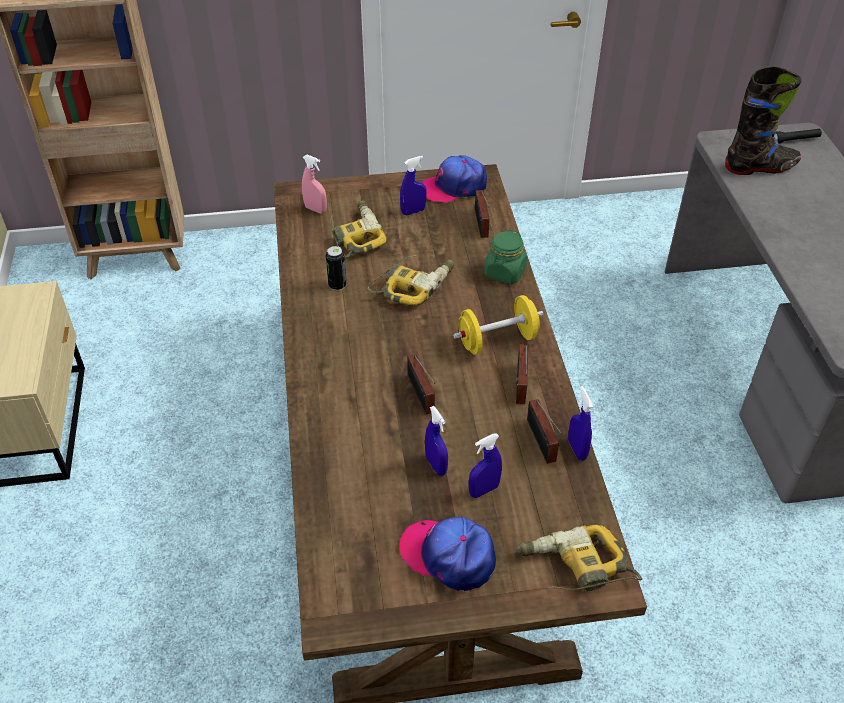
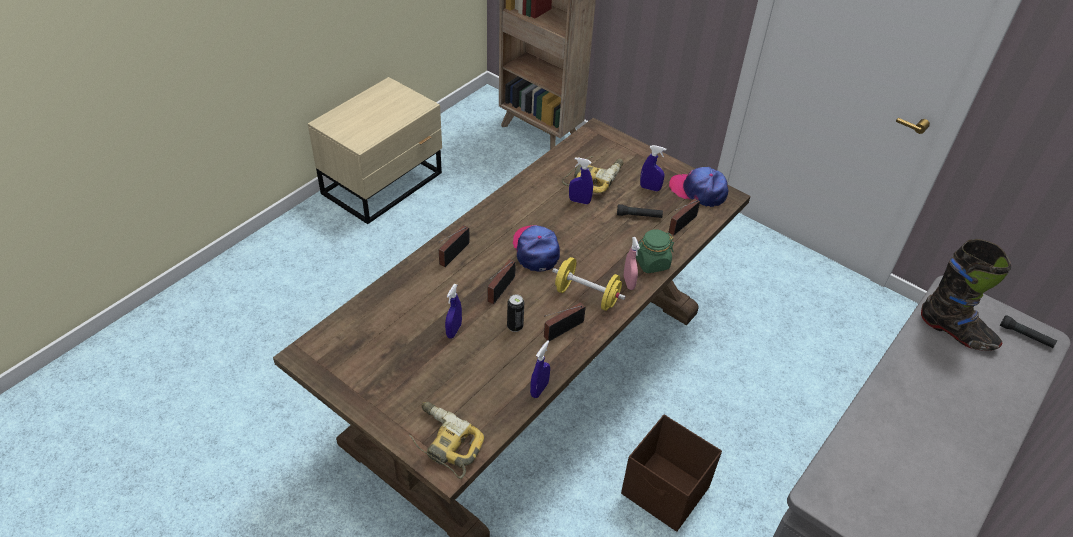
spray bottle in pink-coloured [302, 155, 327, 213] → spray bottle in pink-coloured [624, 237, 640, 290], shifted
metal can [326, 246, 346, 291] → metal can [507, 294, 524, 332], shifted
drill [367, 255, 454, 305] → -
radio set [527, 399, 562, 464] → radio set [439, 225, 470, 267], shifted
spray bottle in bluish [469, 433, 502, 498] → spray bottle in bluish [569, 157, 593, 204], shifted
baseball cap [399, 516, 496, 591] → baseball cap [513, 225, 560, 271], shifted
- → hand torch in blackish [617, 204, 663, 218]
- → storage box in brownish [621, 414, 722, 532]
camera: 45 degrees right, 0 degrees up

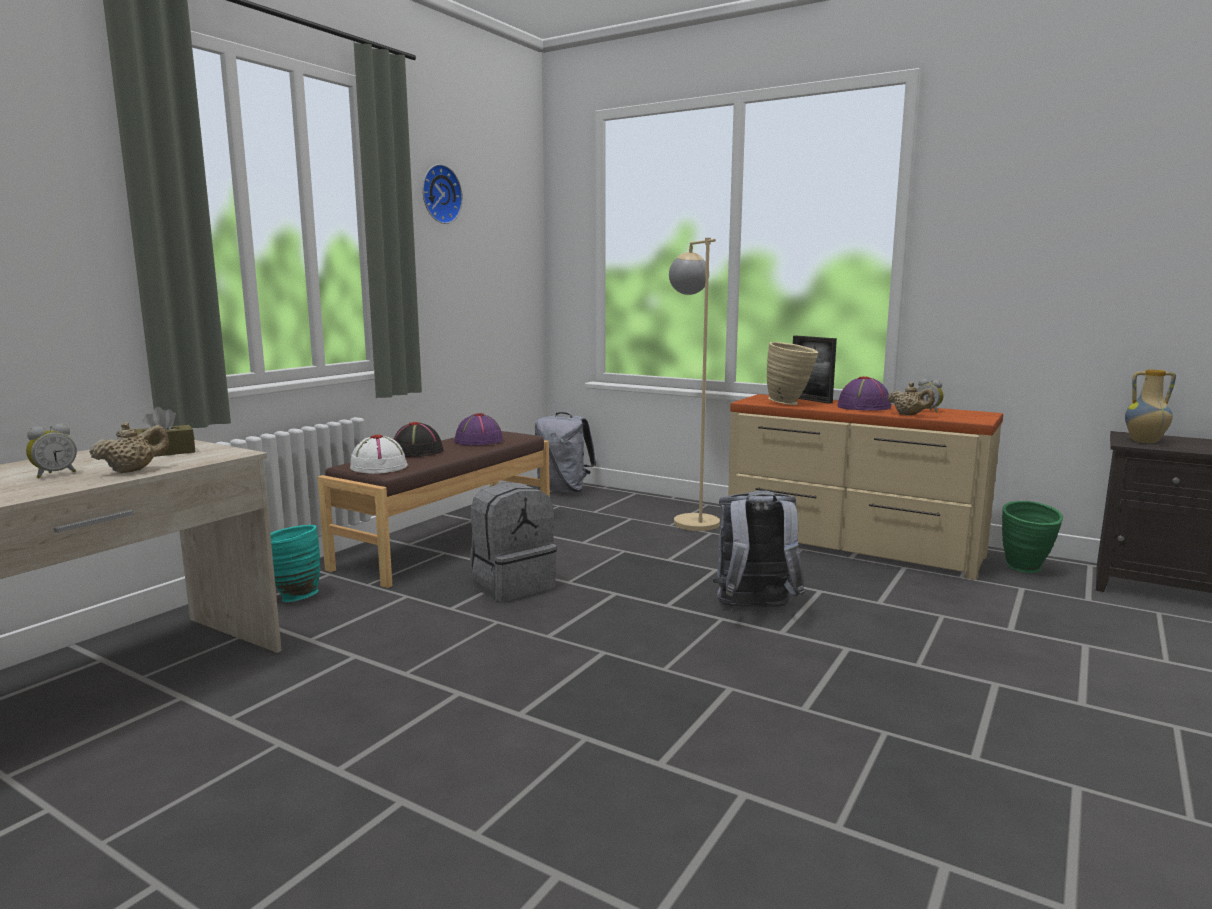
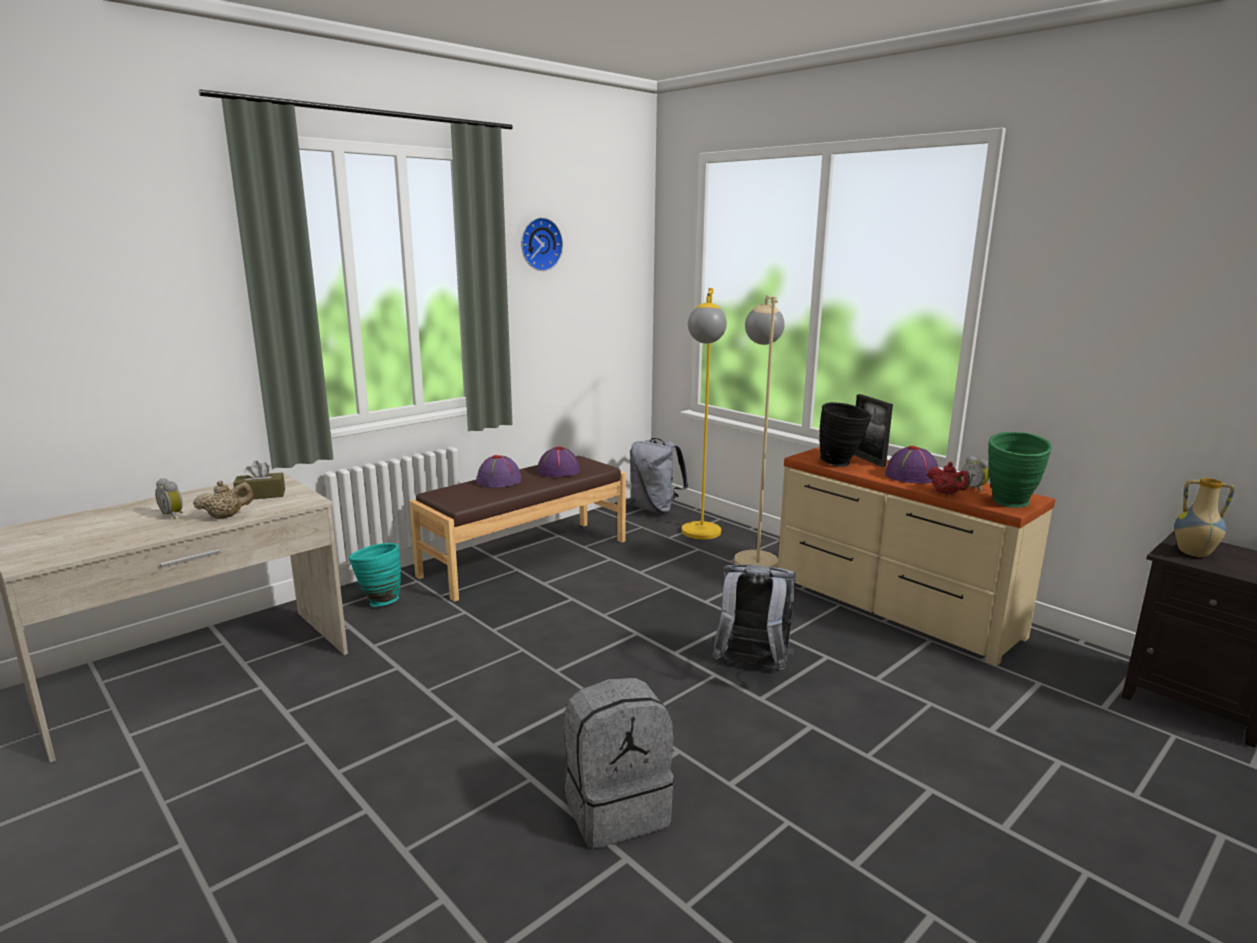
flower vase in beige [767, 342, 818, 405] → flower vase in blackish [819, 402, 872, 467]
teapot in beige [887, 382, 935, 415] → teapot in red-coloured [927, 462, 970, 495]
clothing hat in blackish [393, 422, 443, 457] → clothing hat in purple-coloured [477, 455, 522, 487]
table clock [26, 423, 77, 478] → table clock [155, 478, 183, 519], 75 degrees clockwise
clothing hat in white-coloured [350, 435, 408, 474] → -
backpack in gray [470, 483, 557, 602] → backpack in gray [564, 678, 674, 848], shifted
flower vase in greenish [1002, 501, 1063, 573] → flower vase in greenish [988, 432, 1052, 508], shifted
- → standard lamp in yellow-coloured [682, 288, 727, 539]
camera: 15 degrees right, 5 degrees up

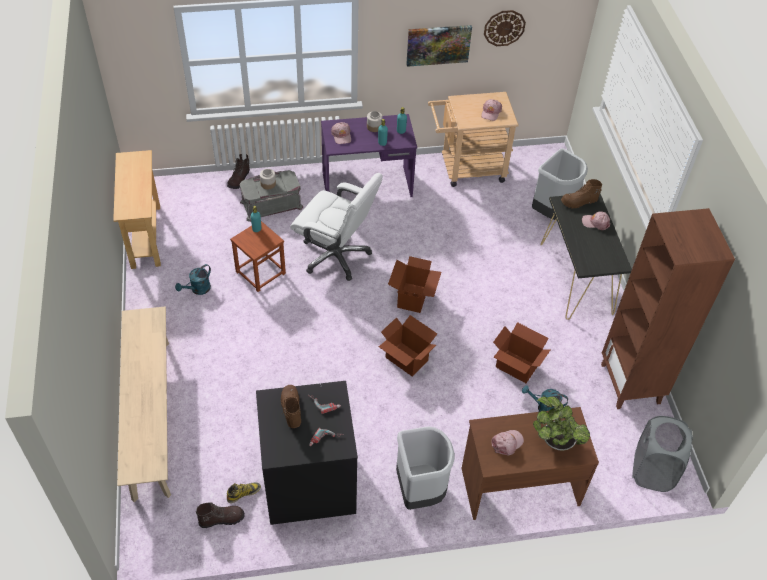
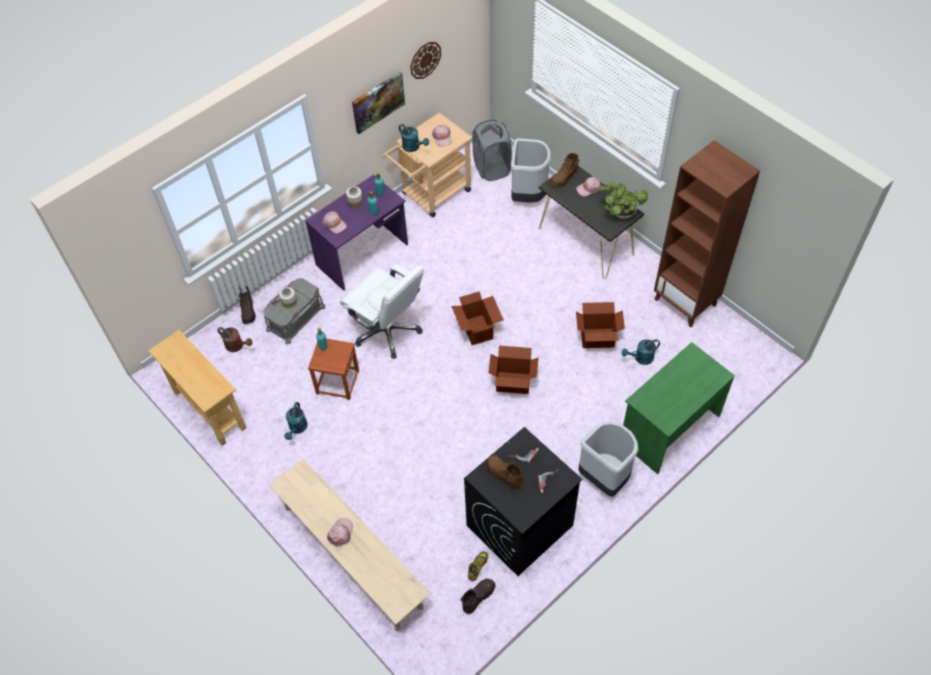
computer chair in white-coloured [290, 173, 383, 281] → computer chair in white-coloured [340, 264, 424, 359], 45 degrees clockwise
plant in a pot [533, 397, 590, 450] → plant in a pot [599, 182, 648, 219], shifted
desk table in brownish [461, 407, 599, 520] → desk table in greenish [623, 342, 735, 474]
washing basket in gray [632, 416, 693, 492] → washing basket in gray [472, 120, 512, 181], shifted
baseball cap in pink-coloured [492, 430, 524, 456] → baseball cap in pink-coloured [327, 518, 353, 547], shifted
- → watering pot in turquoise-coloured [399, 124, 429, 152]
- → watering pot in brownish [218, 327, 252, 352]
camera: 30 degrees left, 5 degrees up

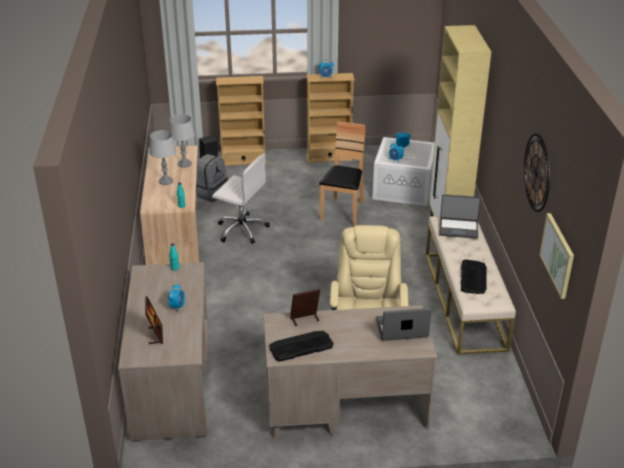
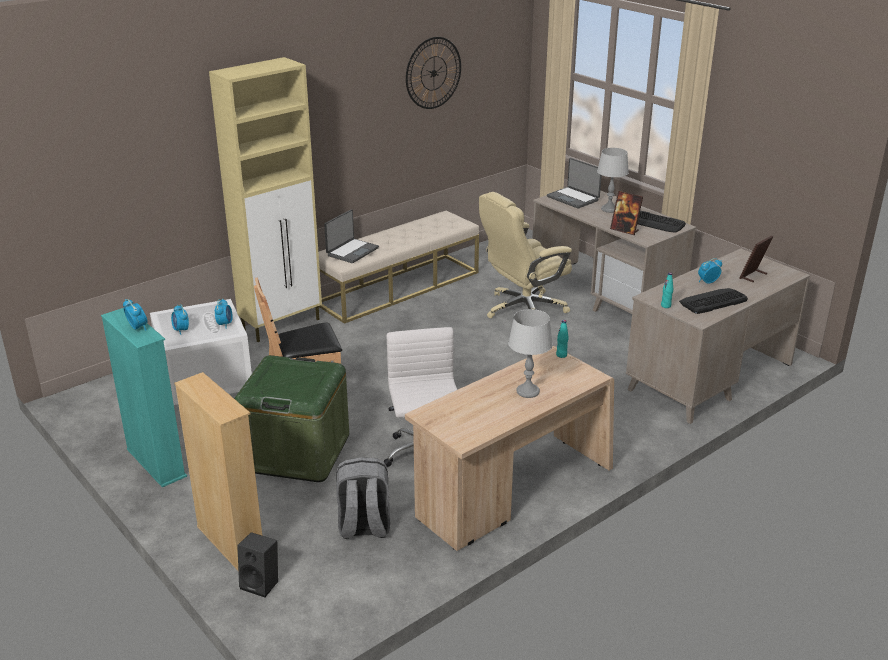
bookshelf in beige [306, 73, 355, 162] → bookshelf in turquoise-coloured [101, 308, 187, 487]
table lamp in gray [169, 114, 195, 168] → table lamp in gray [597, 148, 629, 213], shifted
notebook computer [439, 194, 481, 239] → notebook computer [324, 209, 379, 263], 60 degrees clockwise
wall picture [539, 213, 574, 299] → -
computer keyboard [460, 259, 487, 294] → computer keyboard [679, 288, 748, 314], shifted
- → storage box in greenish [235, 355, 349, 482]
camera: 125 degrees left, 5 degrees down

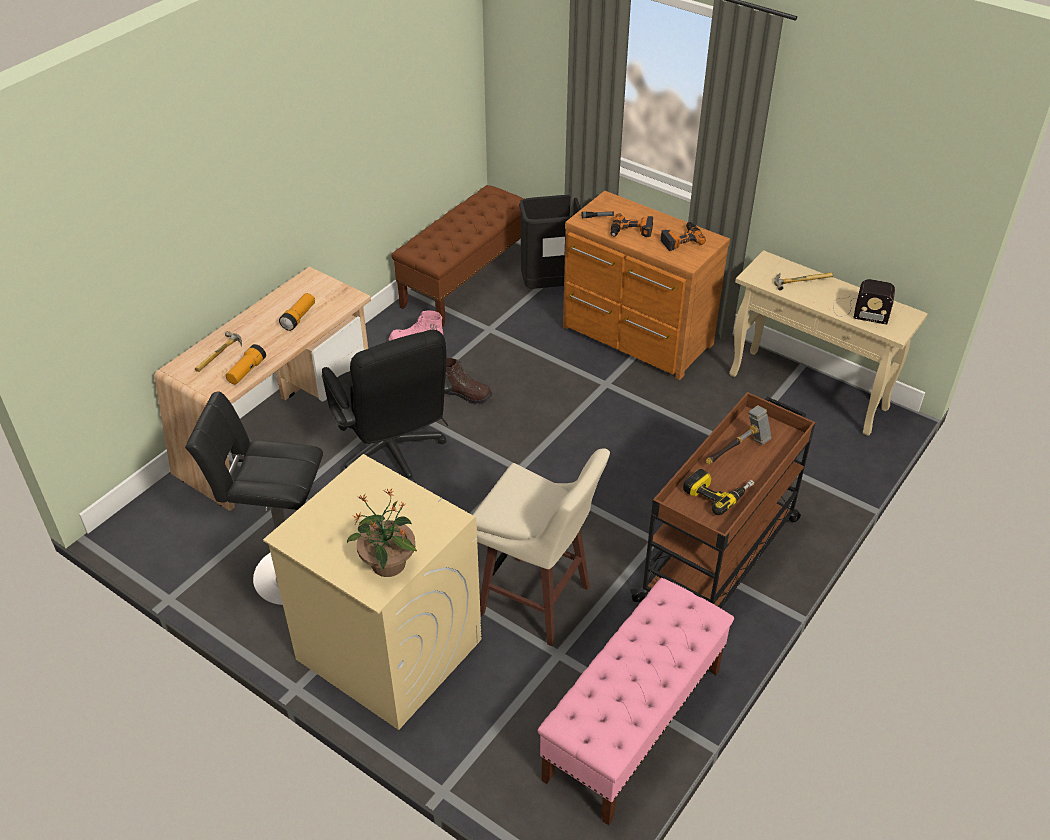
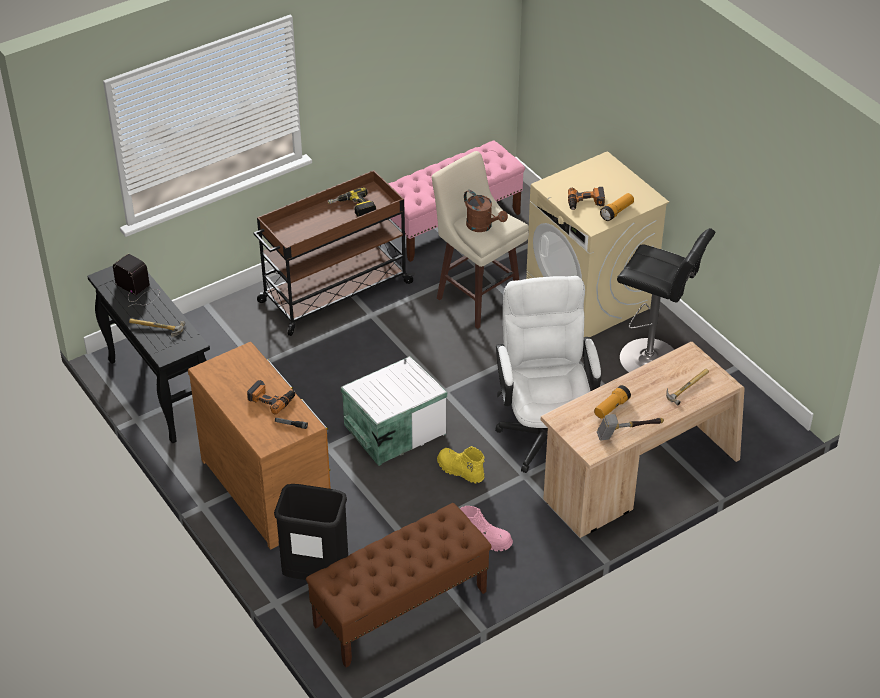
drill [661, 222, 706, 251] → drill [568, 187, 605, 210], shifted
console table in beige [729, 250, 928, 436] → console table in blackish [87, 266, 210, 443]
computer chair in blackish [322, 330, 452, 483] → computer chair in white-coloured [495, 276, 601, 473]
hand torch [226, 344, 266, 385] → hand torch [600, 193, 634, 221], shifted
tall boot in brownish [446, 358, 492, 405] → tall boot in yellow-coloured [437, 446, 485, 483]
hand hammer [706, 406, 772, 464] → hand hammer [597, 414, 664, 441], shifted
plant in a pot [347, 489, 417, 577] → -
- → watering pot in brownish [464, 190, 508, 232]
- → storage box in white-coloured [341, 356, 448, 466]
camera: 160 degrees left, 0 degrees up

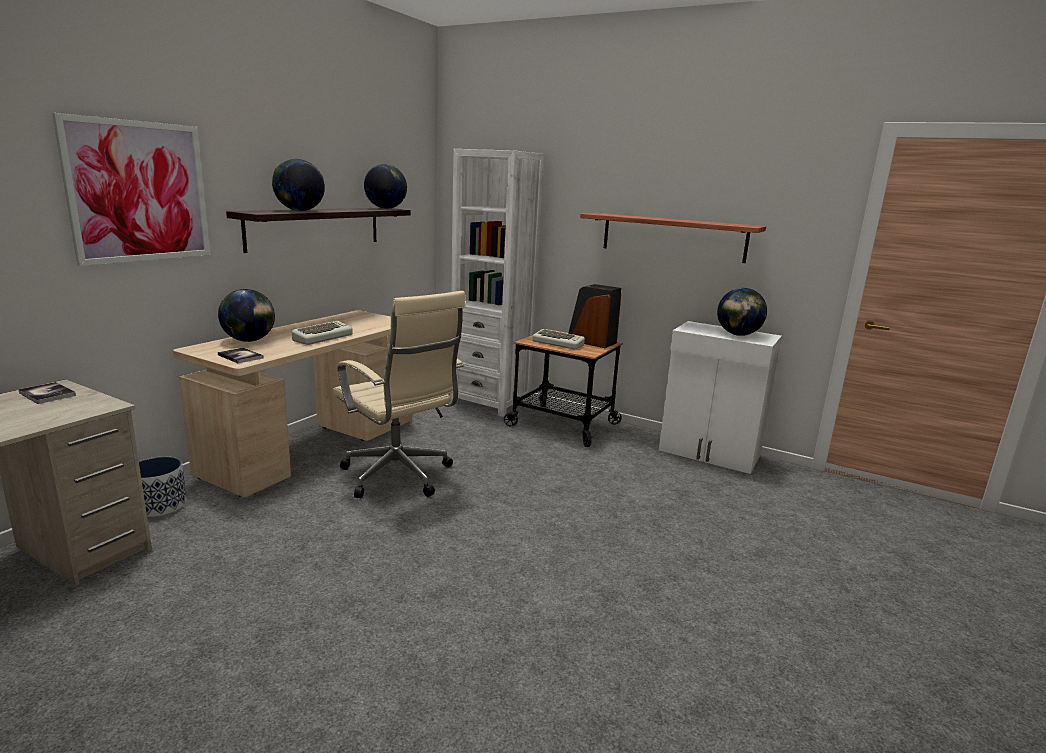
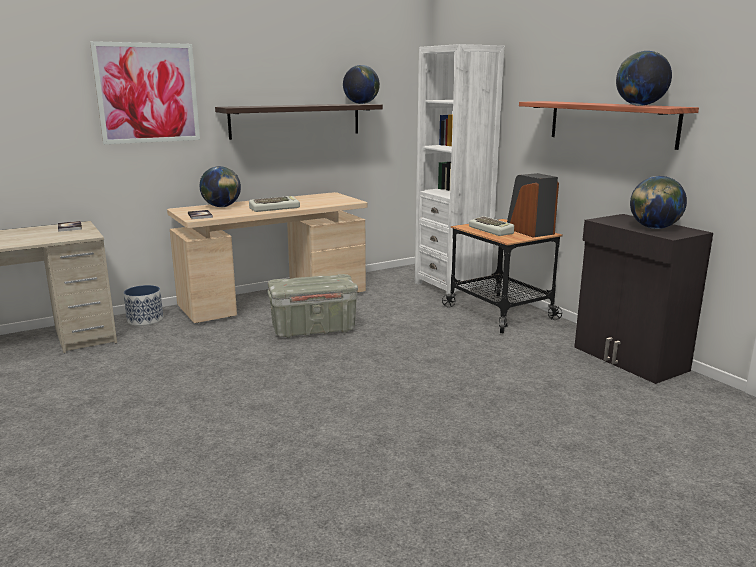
globe [272, 159, 325, 211] → globe [616, 51, 672, 106], shifted
computer chair in beige [333, 291, 466, 498] → storage box in gray [268, 274, 358, 338]
cabinet in white-coloured [659, 321, 782, 474] → cabinet in blackish [574, 214, 713, 384]
camera: 30 degrees right, 0 degrees up

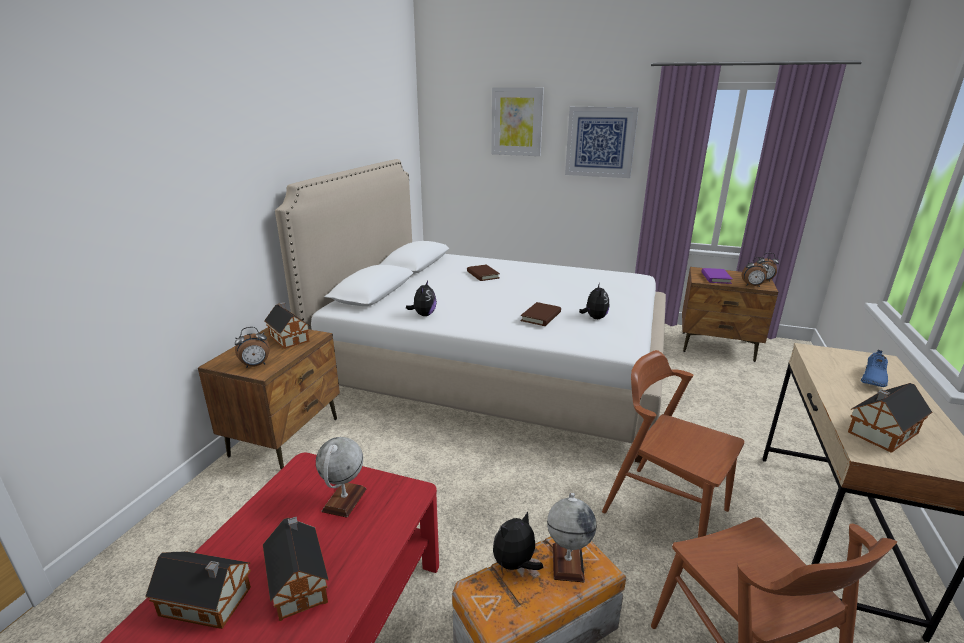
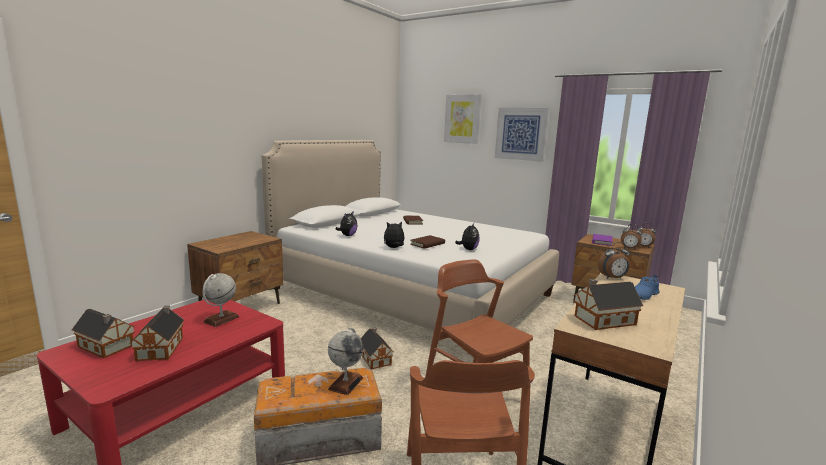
toy house [264, 302, 310, 349] → toy house [361, 327, 394, 370], shifted
table clock [235, 327, 270, 368] → table clock [598, 242, 630, 279], shifted
soft toy [493, 511, 543, 571] → soft toy [384, 221, 404, 248], shifted
camera: 15 degrees right, 10 degrees down

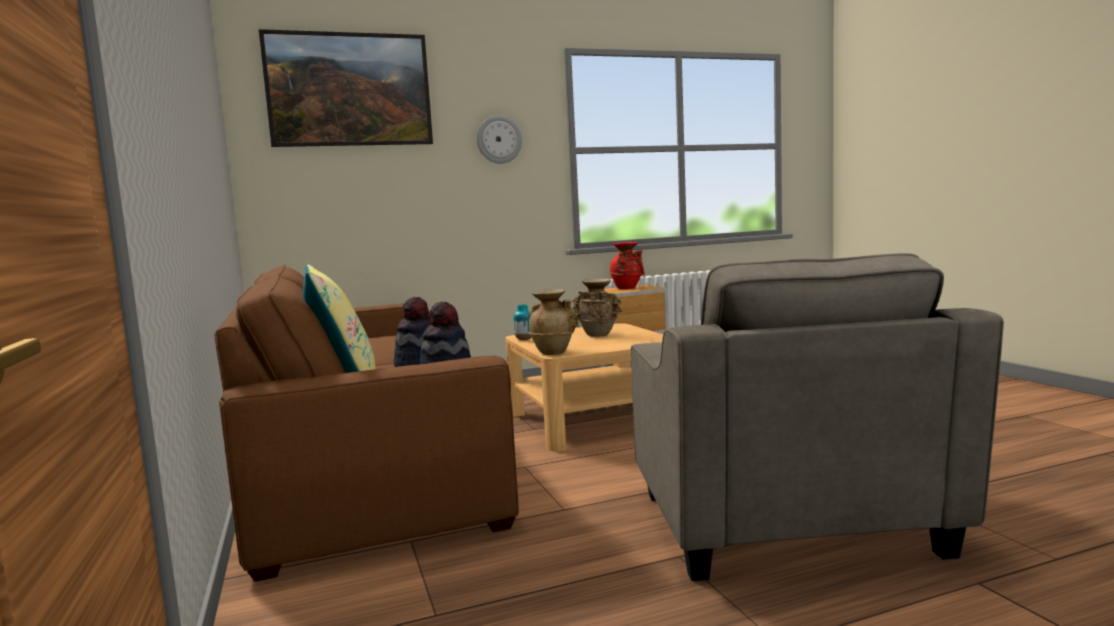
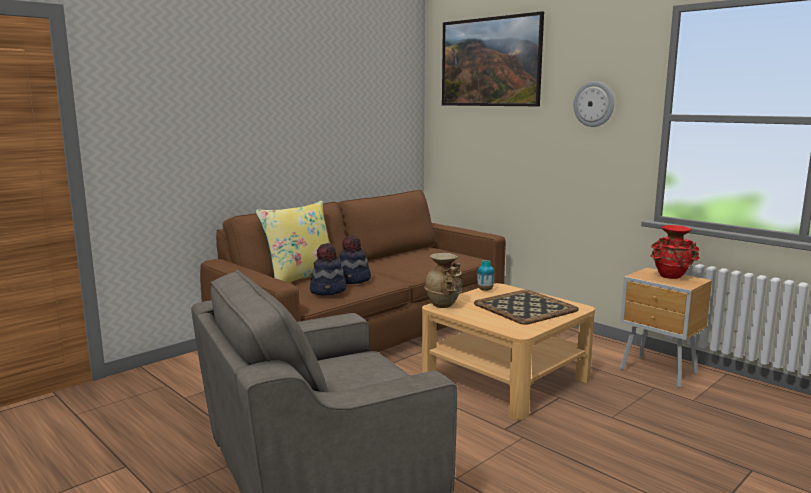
flower vase in beige [572, 279, 622, 337] → serving tray [474, 290, 579, 325]
camera: 65 degrees right, 5 degrees up

